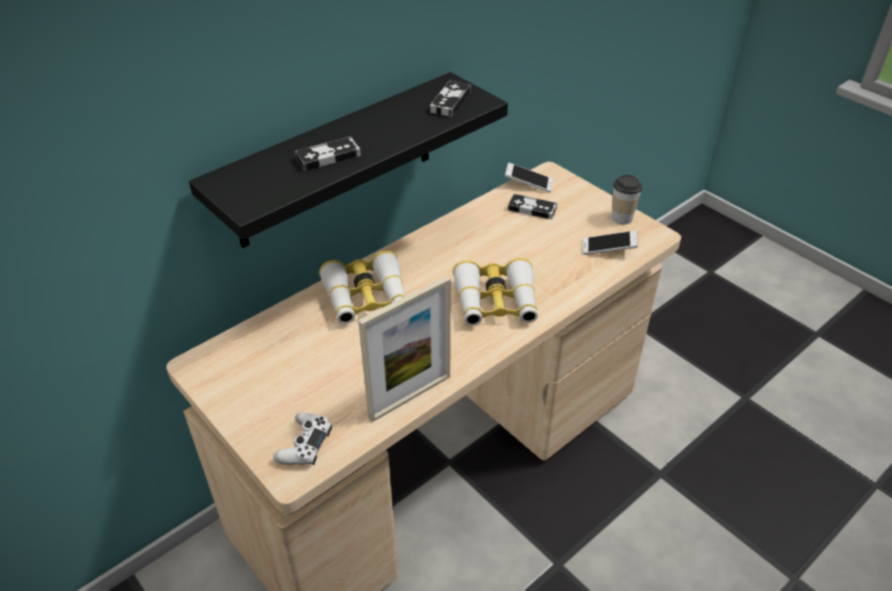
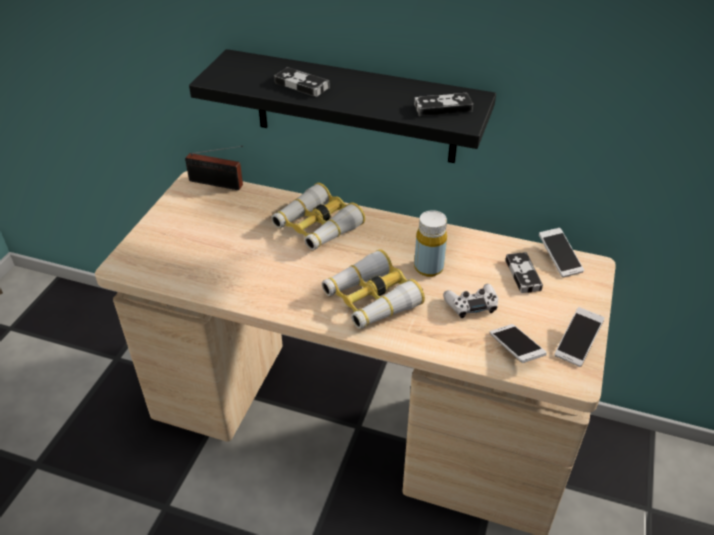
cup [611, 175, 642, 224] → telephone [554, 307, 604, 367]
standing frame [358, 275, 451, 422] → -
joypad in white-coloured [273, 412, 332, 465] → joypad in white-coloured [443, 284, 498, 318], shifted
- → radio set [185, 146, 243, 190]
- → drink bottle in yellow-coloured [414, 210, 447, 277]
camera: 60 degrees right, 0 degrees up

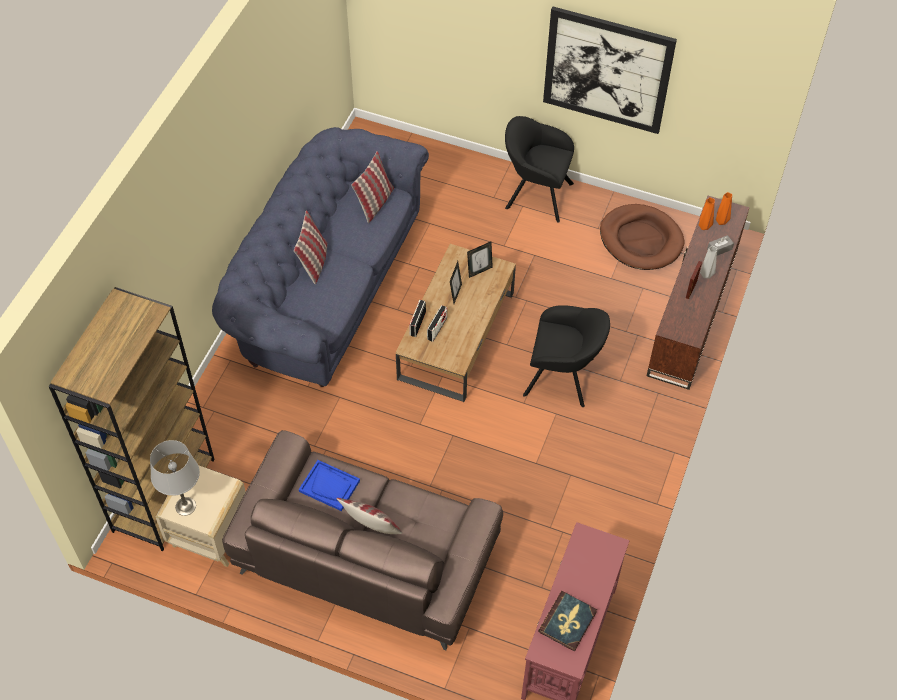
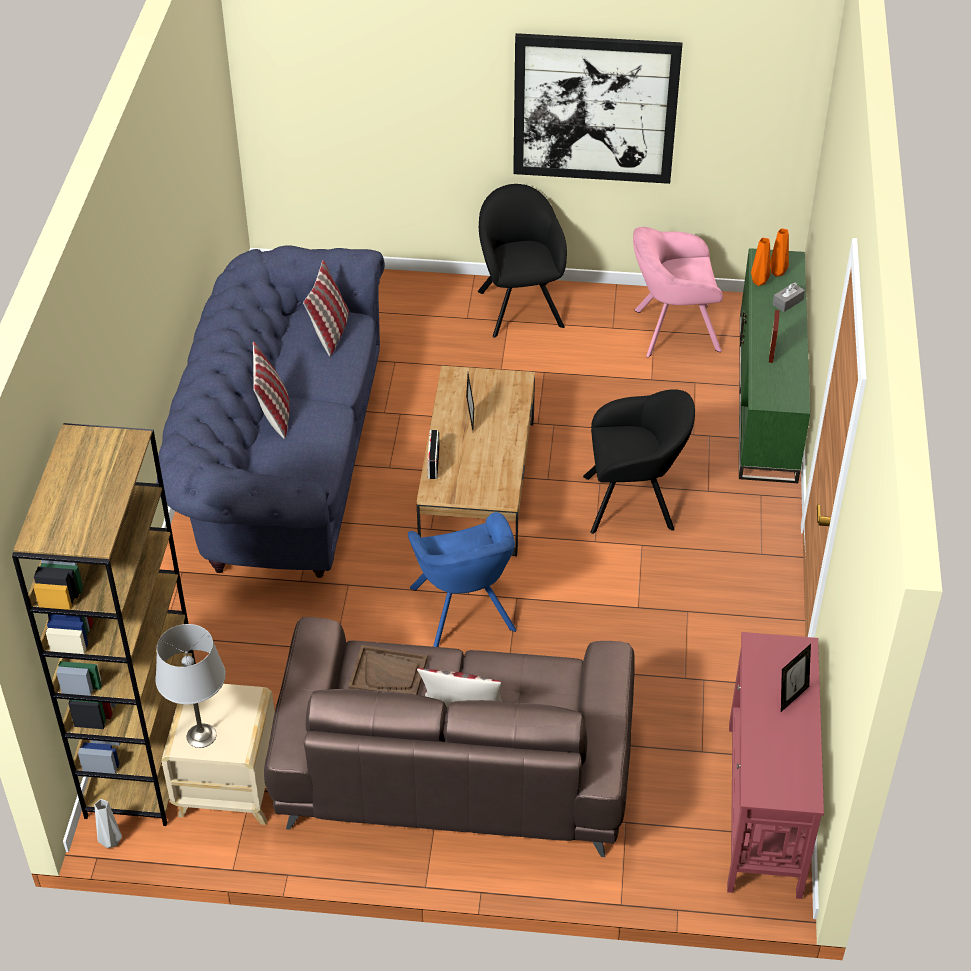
lounge chair in blackish [505, 116, 574, 223] → lounge chair in blackish [478, 184, 567, 338], 75 degrees clockwise
media console in brownish [647, 196, 749, 390] → media console in greenish [739, 248, 810, 483]
pet bed in brownish [600, 204, 684, 270] → lounge chair in pink-coloured [633, 227, 723, 357]
standing frame [467, 241, 493, 278] → standing frame [781, 644, 811, 712], shifted
flower vase in gray [700, 246, 717, 278] → flower vase in gray [94, 799, 122, 848], shifted
radio set [427, 305, 447, 342] → -
serving tray in bluish [299, 460, 360, 511] → serving tray in brownish [348, 645, 428, 695]
bound book [538, 591, 597, 652] → -
- → lounge chair in bluish [408, 512, 517, 647]
camera: 15 degrees left, 10 degrees down

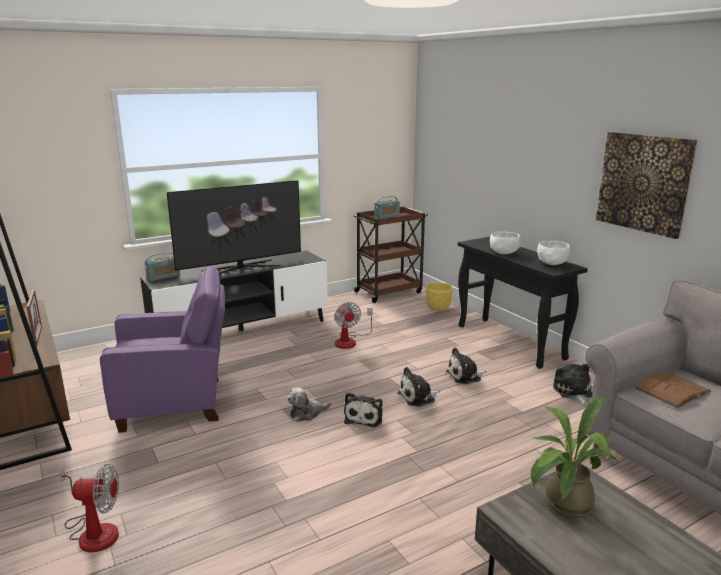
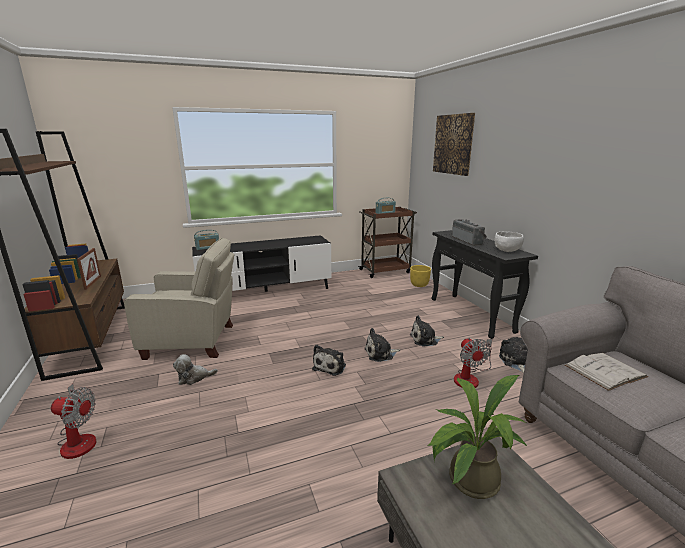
wall picture [596, 132, 698, 239] → wall picture [433, 113, 475, 176], shifted
TV set [167, 180, 301, 274] → -
serving bowl in white-coloured [490, 232, 521, 254] → radio set [452, 219, 487, 246]
lounge chair in purple-coloured [100, 266, 225, 433] → lounge chair in beige [124, 238, 234, 360]
electric fan [335, 302, 373, 349] → electric fan [454, 337, 492, 388], shifted
bound book in brownish [634, 372, 711, 408] → bound book in white-coloured [565, 353, 648, 391]
soft toy [288, 387, 332, 422] → soft toy [173, 354, 218, 385], shifted
camera: 10 degrees right, 0 degrees up

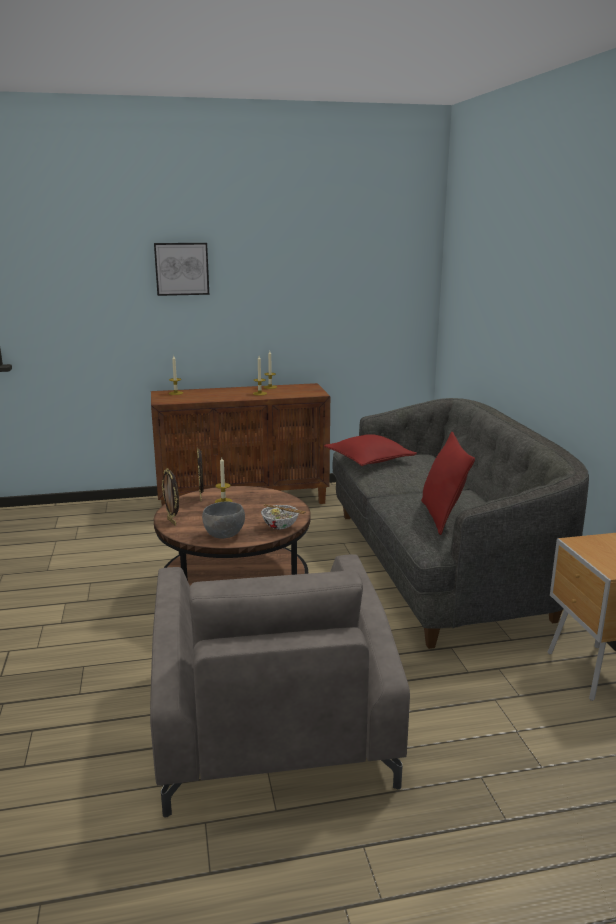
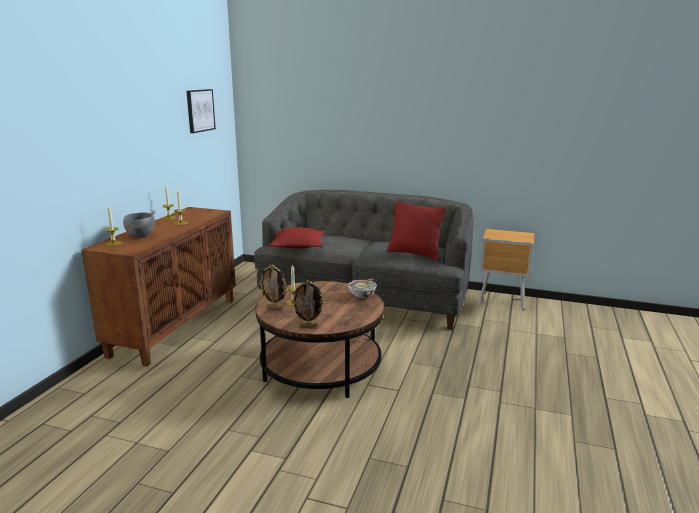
wall picture [154, 243, 209, 296] → wall picture [186, 89, 216, 133], shifted
serving bowl in gray [202, 501, 245, 538] → serving bowl in gray [123, 212, 155, 238], shifted
lounge chair in gray [150, 555, 410, 817] → -
camera: 60 degrees left, 0 degrees up

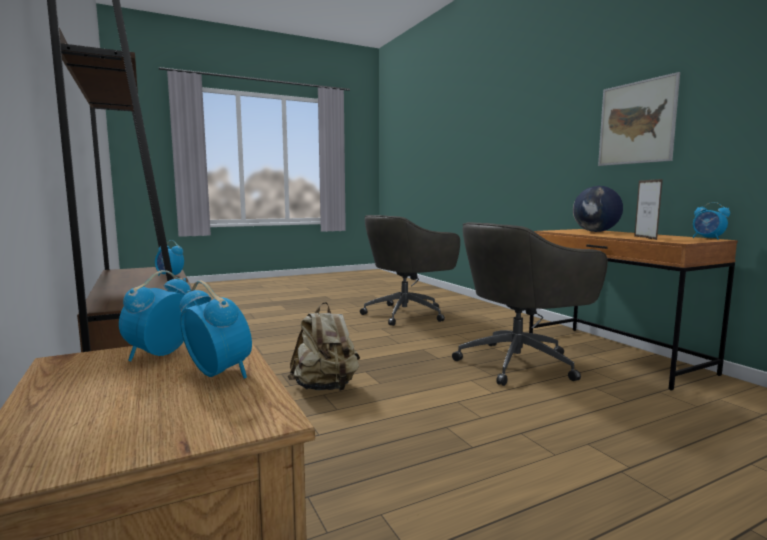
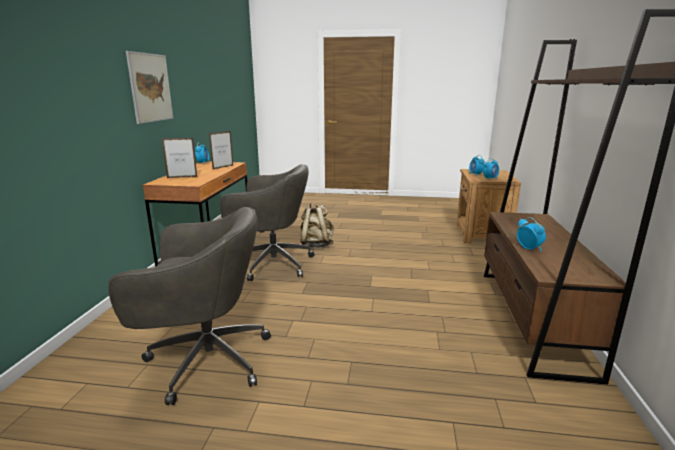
globe [573, 186, 623, 232] → standing frame [162, 138, 197, 178]
backpack in beige [288, 302, 360, 391] → backpack in beige [299, 202, 334, 248], shifted
camera: 145 degrees left, 10 degrees up

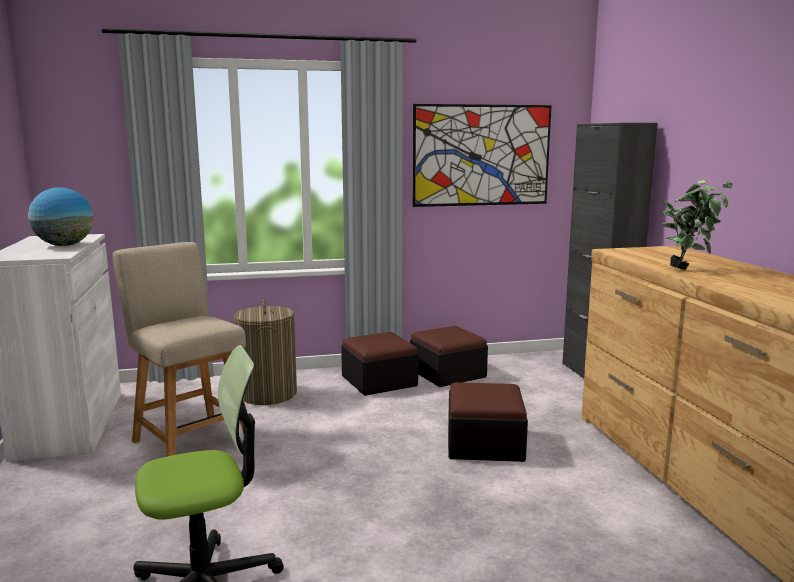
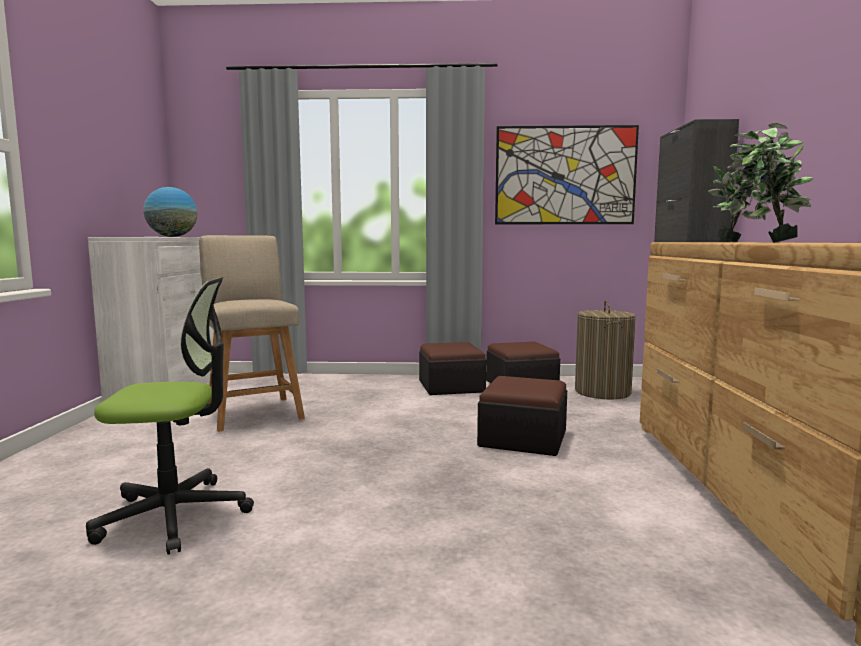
washing basket [234, 299, 297, 405] → washing basket [575, 300, 636, 399], shifted
- → plant in a pot [730, 123, 813, 243]
camera: 15 degrees right, 5 degrees down

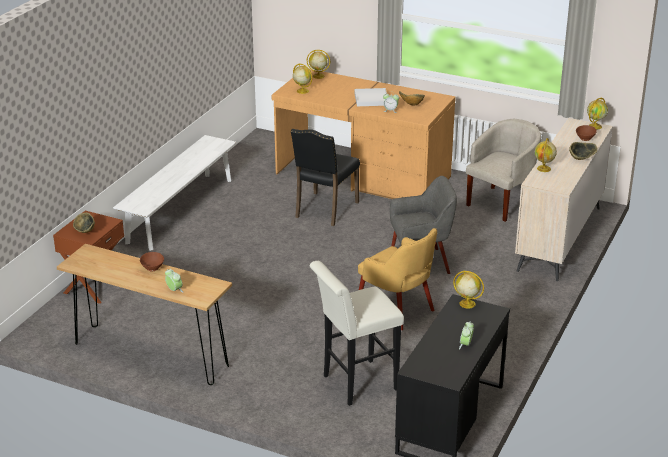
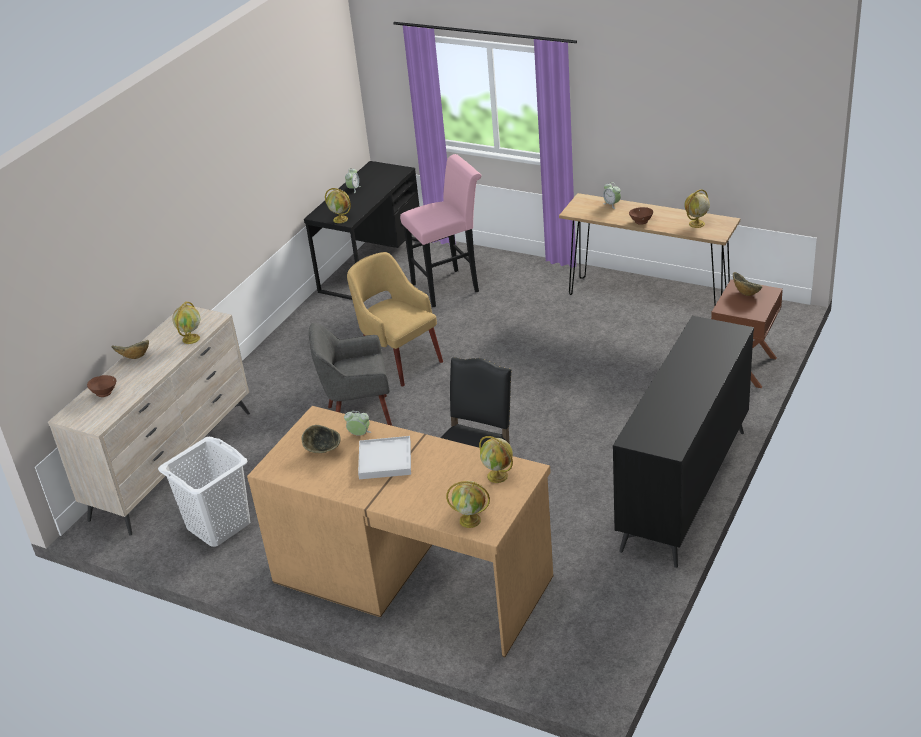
globe [587, 97, 608, 129] → globe [685, 189, 710, 228], shifted
lounge chair in beige [466, 119, 541, 222] → washing basket in white-coloured [158, 437, 250, 547]
bench in white-coloured [113, 135, 236, 251] → drawer chest in blackish [613, 316, 754, 568]
stool in white-coloured [310, 261, 404, 406] → stool in pink-coloured [400, 154, 481, 307]
camera: 175 degrees left, 5 degrees up

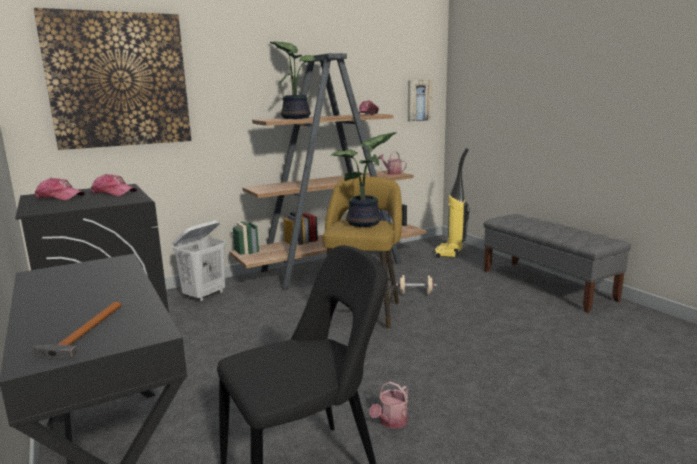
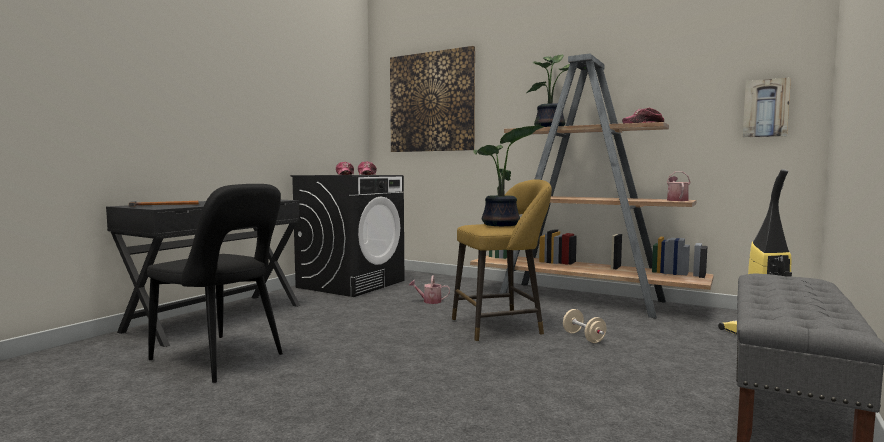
washing basket in white-coloured [173, 220, 226, 302] → -
watering pot [369, 382, 408, 428] → watering pot [409, 275, 450, 304], shifted
camera: 60 degrees right, 10 degrees down

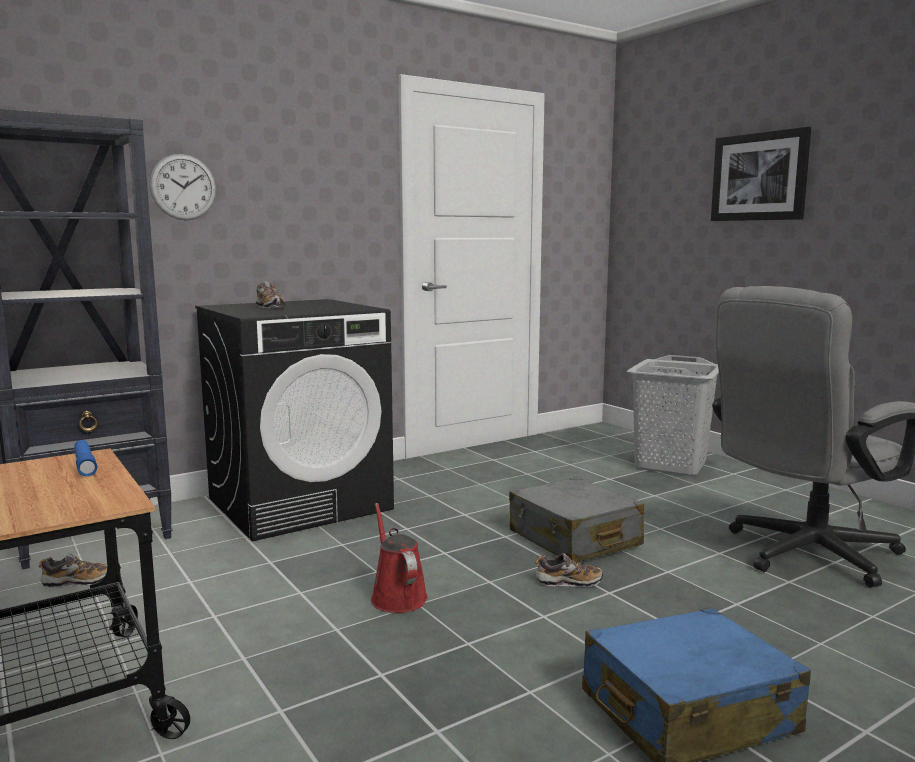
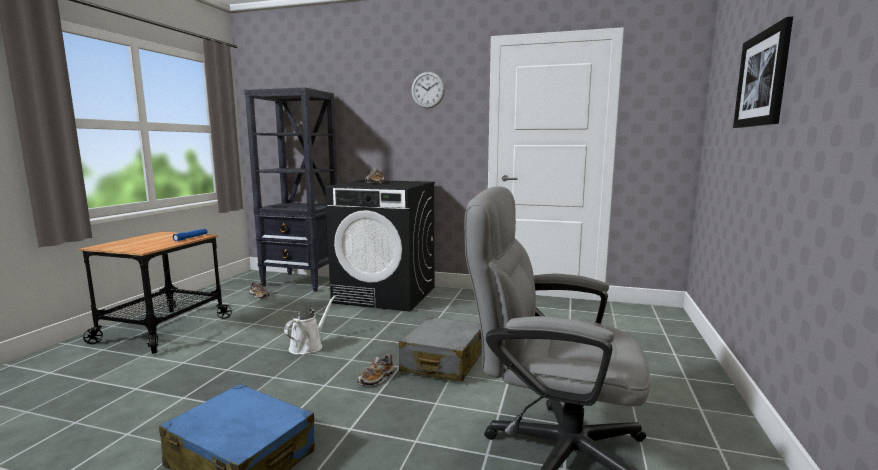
wall clock [150, 154, 216, 220] → wall clock [411, 72, 445, 108], shifted
washing basket in gray [627, 355, 719, 476] → -
watering pot in red-coloured [371, 503, 428, 613] → watering pot in white-coloured [284, 295, 336, 355]
item of footwear [535, 553, 603, 587] → item of footwear [357, 354, 395, 386], 75 degrees clockwise
camera: 50 degrees right, 0 degrees up

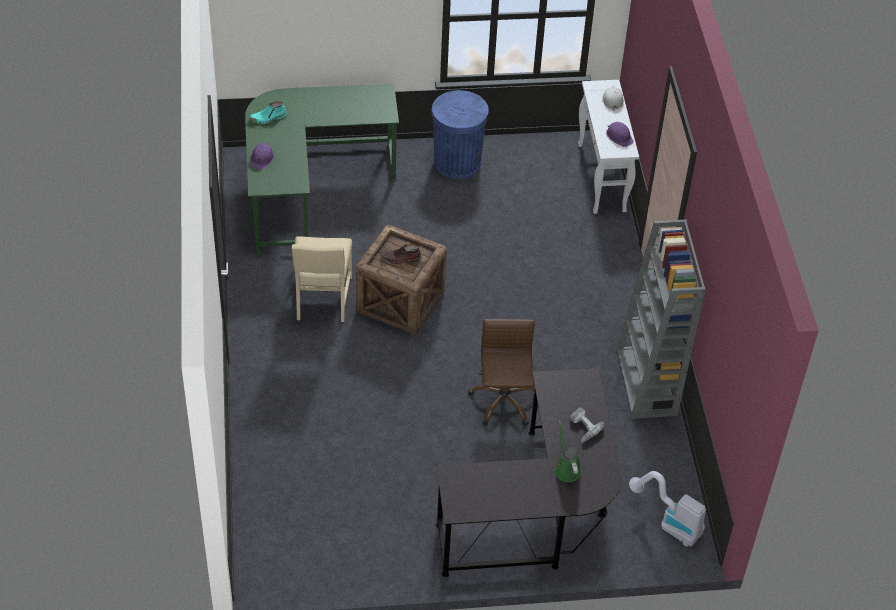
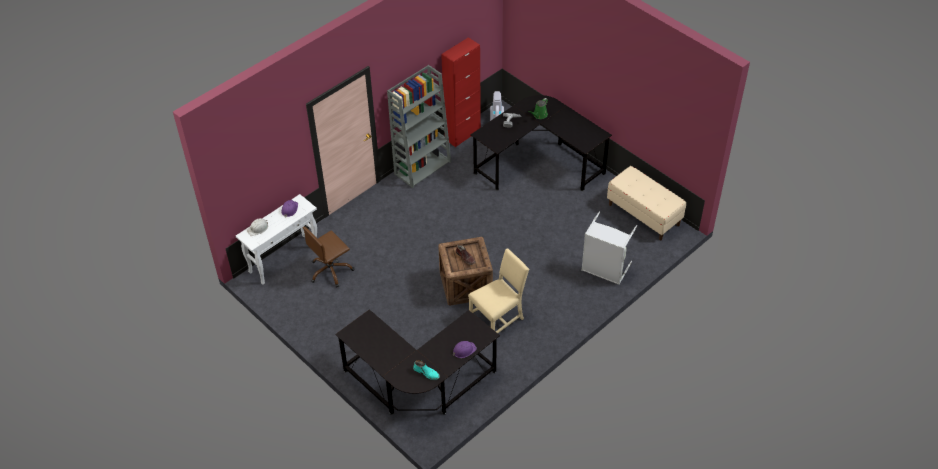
desk table in greenish [245, 84, 399, 254] → desk table in blackish [335, 309, 500, 415]
rubbish bin in bluish [431, 90, 489, 179] → -
computer chair in brownish [468, 319, 535, 426] → computer chair in brownish [303, 227, 354, 288], shifted
- → cabinet in red-coloured [441, 37, 481, 147]
- → bench in beige [607, 166, 686, 241]
- → washing basket in gray [581, 212, 637, 285]
camera: 125 degrees left, 0 degrees up

